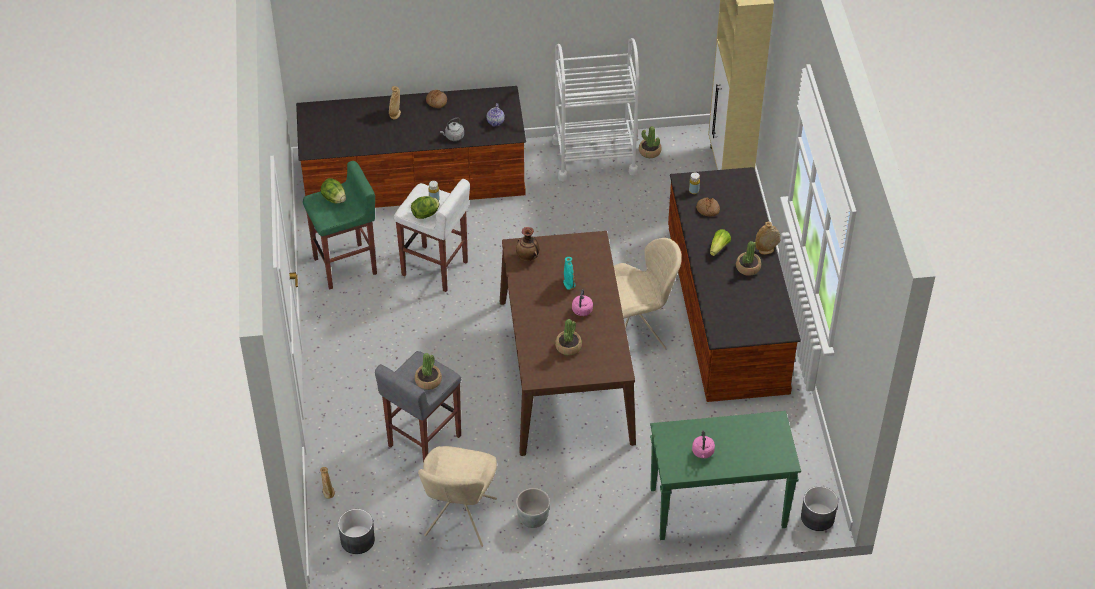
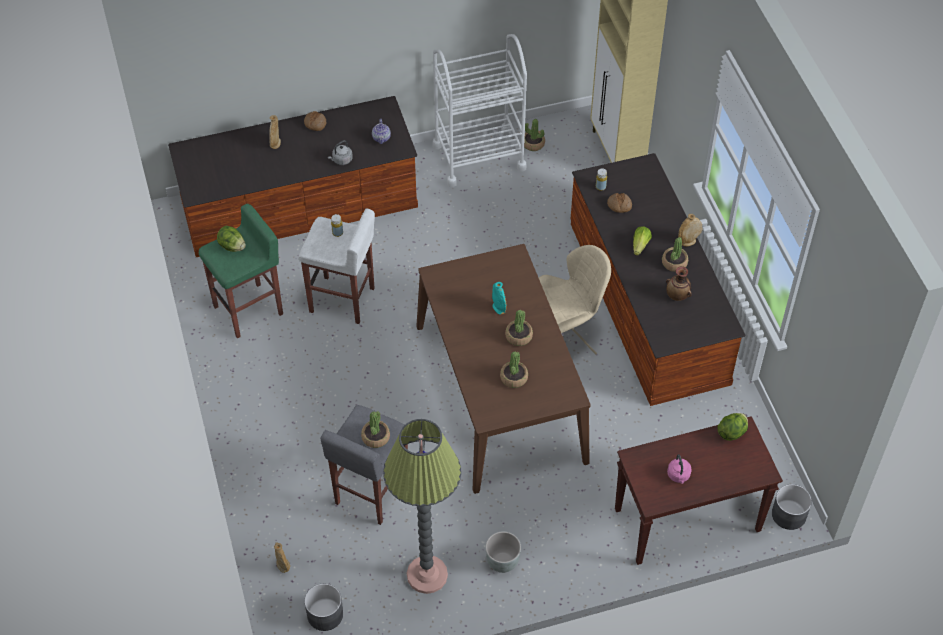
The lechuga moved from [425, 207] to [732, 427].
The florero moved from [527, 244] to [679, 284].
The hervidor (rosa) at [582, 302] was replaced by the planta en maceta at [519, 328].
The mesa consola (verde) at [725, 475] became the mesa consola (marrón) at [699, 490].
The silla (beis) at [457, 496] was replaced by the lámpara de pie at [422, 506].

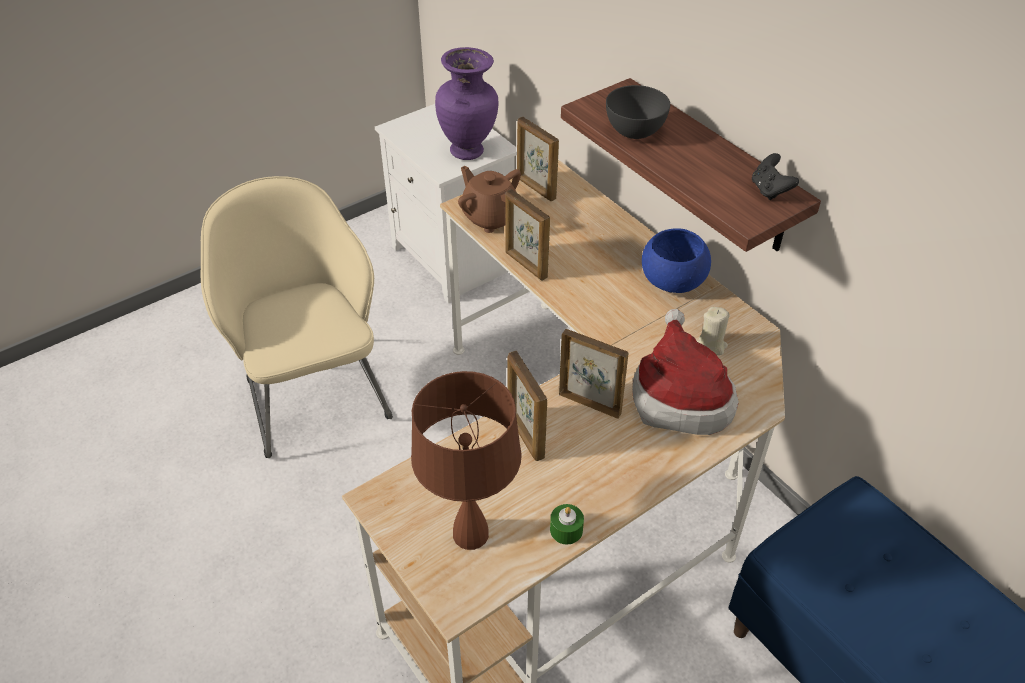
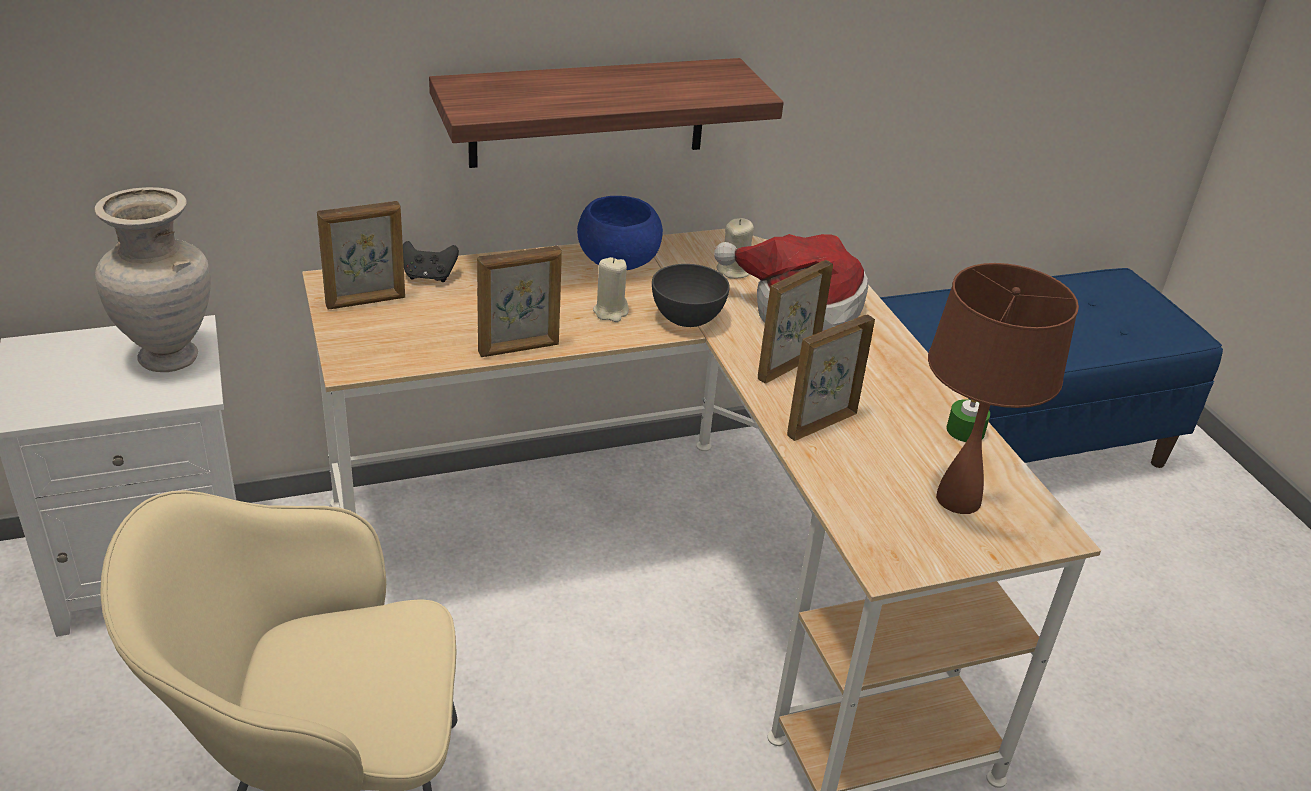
The florero (morado) at [466, 103] became the florero (beis) at [152, 279].
The cuenco (gris) moved from [638, 112] to [691, 295].
The mando de consola (negro) moved from [775, 176] to [431, 261].
The tetera (marrón) at [489, 199] disappeared.
The portarretratos at [527, 406] turned 150 degrees clockwise.
The vela (beis) at [611, 289] appeared.

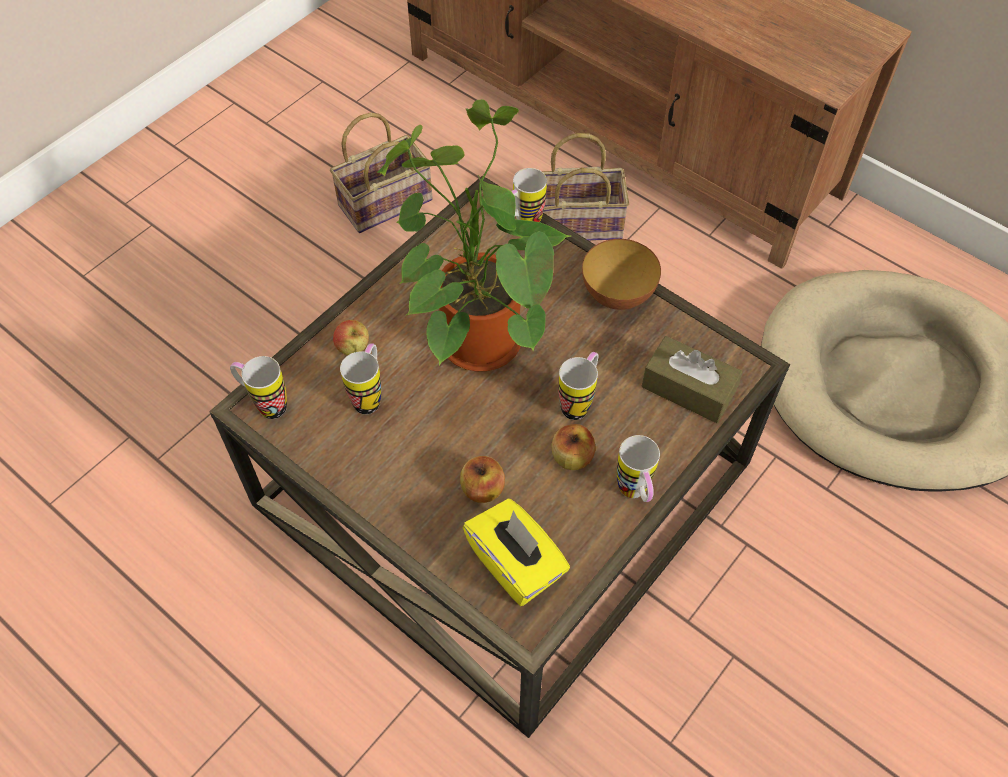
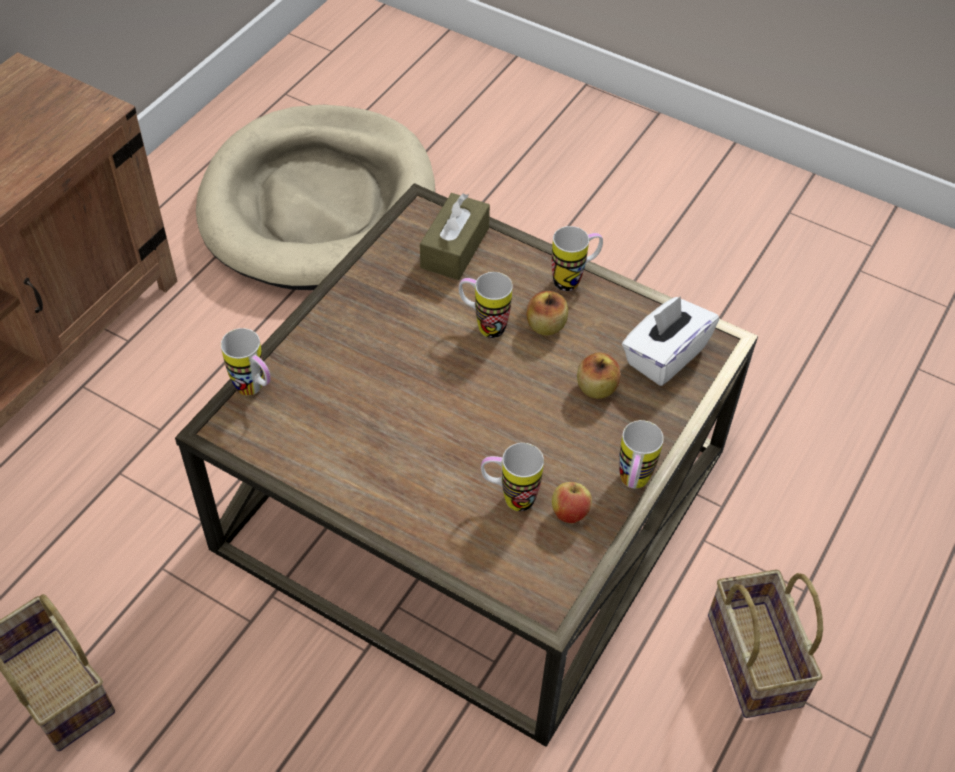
The planta en maceta at [474, 235] disappeared.
The cesta moved from [585, 187] to [765, 644].
The cuenco at [621, 274] disappeared.
The manzana moved from [351, 337] to [572, 500].
The taza grande moved from [258, 387] to [641, 454].
The caja de pañuelos (amarillo) at [516, 552] became the caja de pañuelos (blanco) at [670, 341].

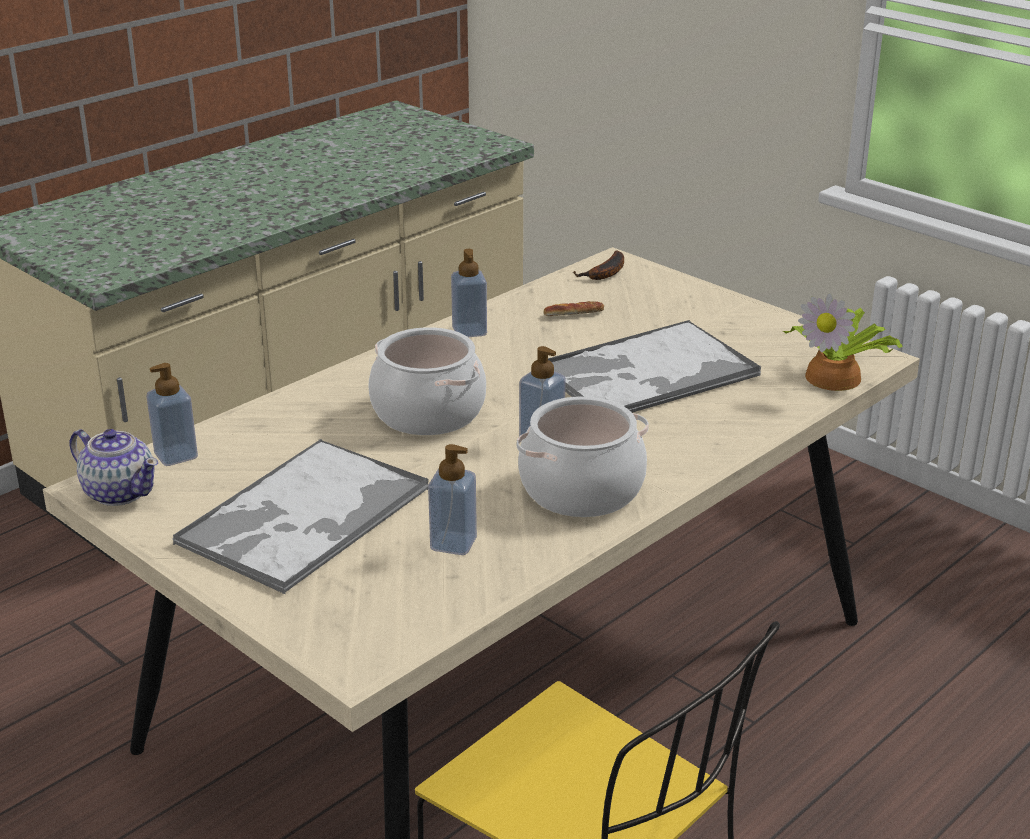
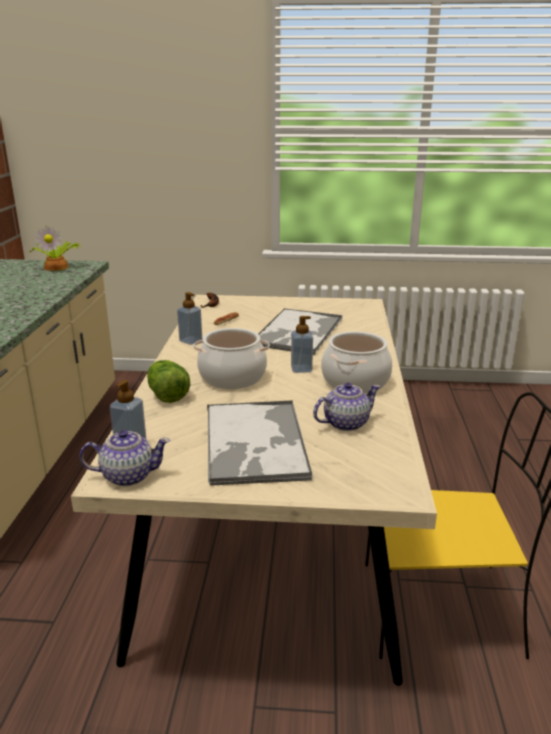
The planta en maceta moved from [843, 342] to [55, 248].
The dispensador de jabón at [452, 499] was replaced by the tetera at [346, 406].
The lechuga at [168, 381] appeared.

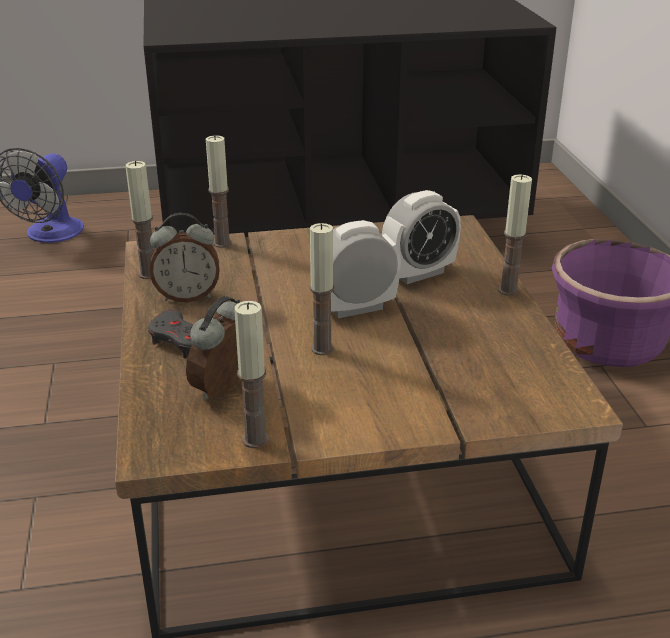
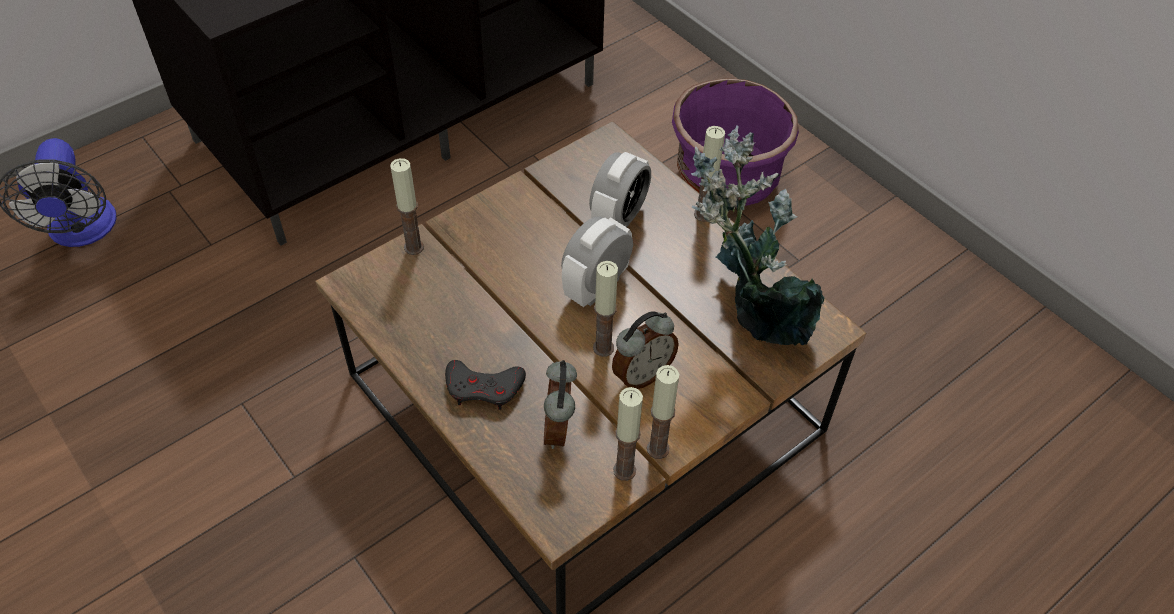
The vela moved from [139, 220] to [663, 412].
The despertador moved from [185, 257] to [645, 350].
The planta en maceta at [757, 235] appeared.

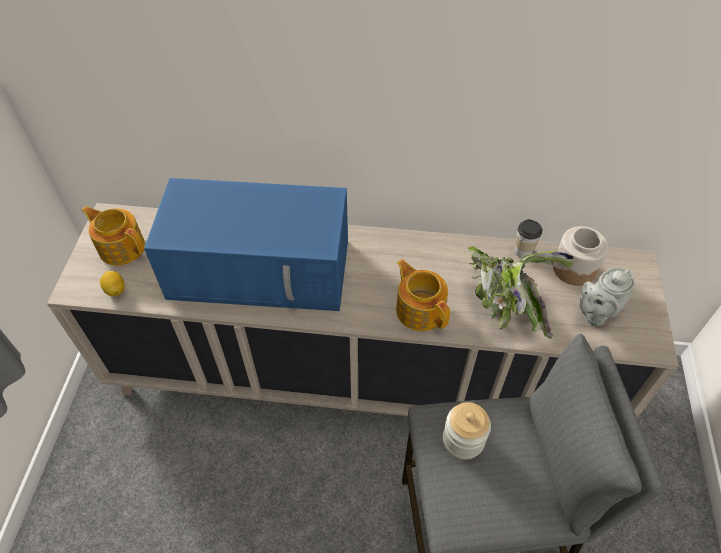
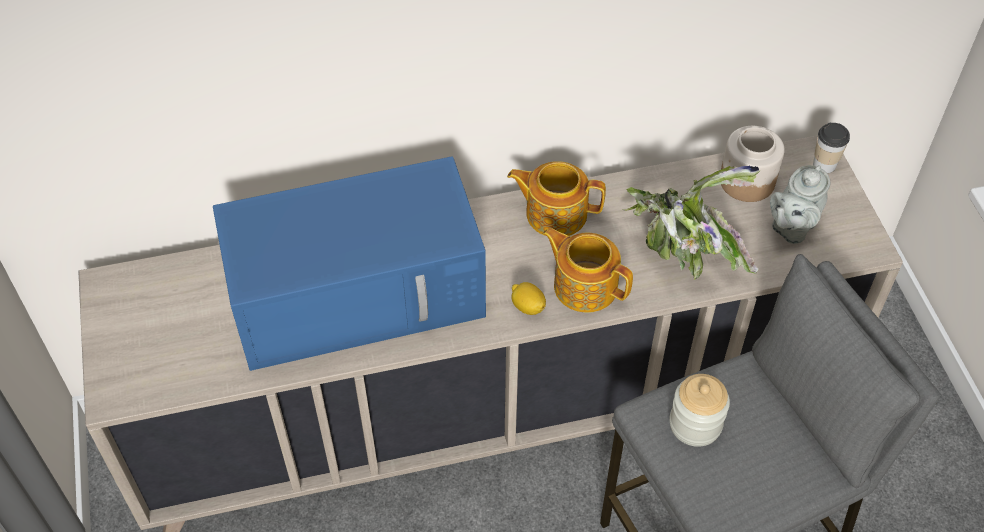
The tetera moved from [113, 235] to [556, 198].
The taza moved from [528, 238] to [831, 148].
The limón moved from [112, 283] to [528, 298].

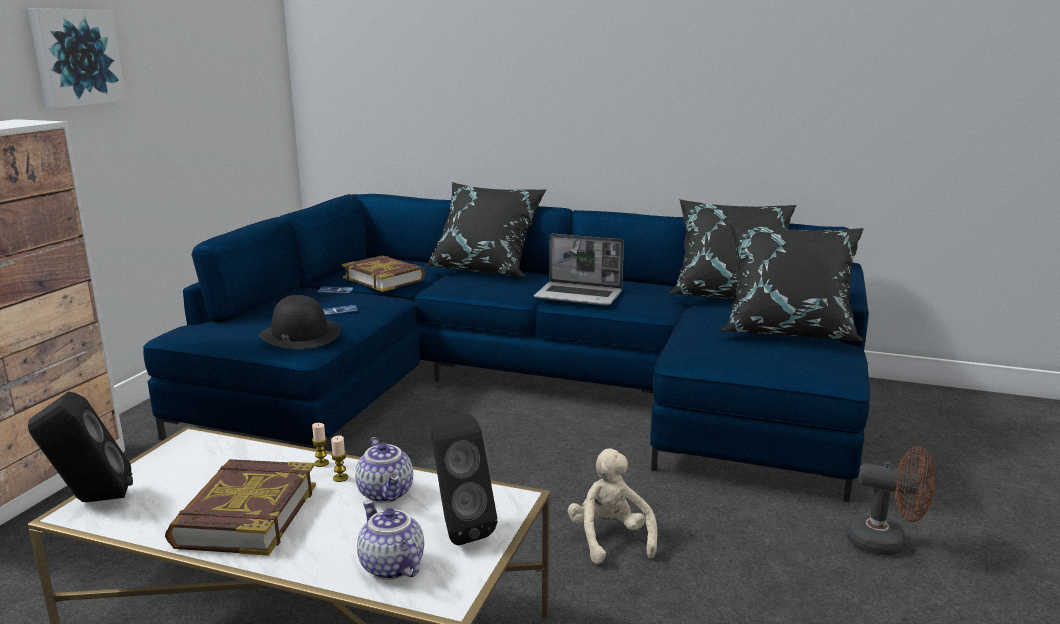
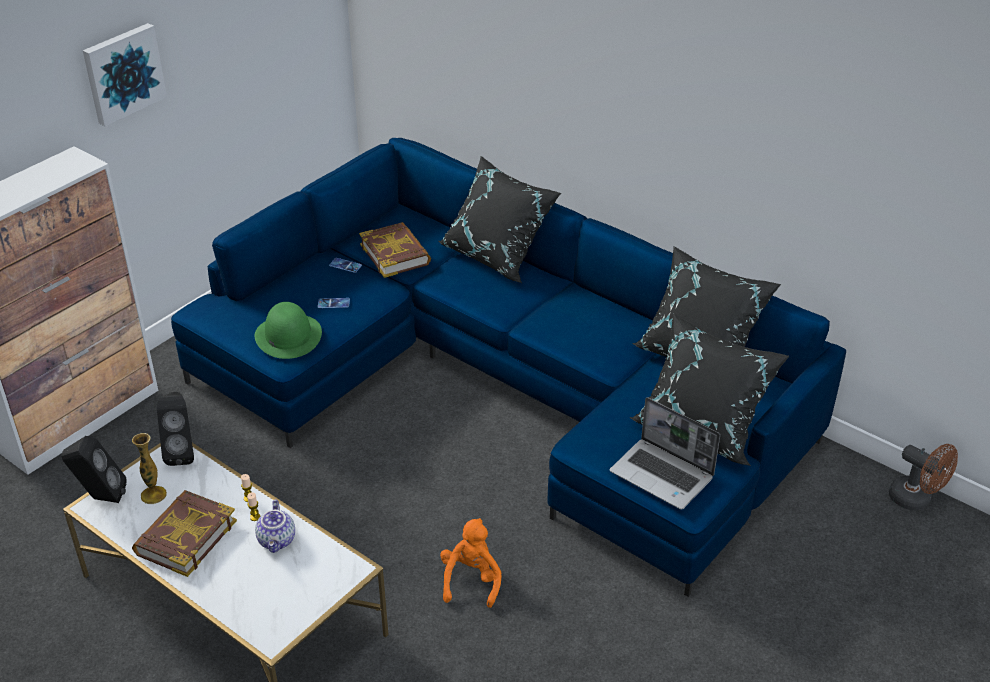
The portátil moved from [579, 270] to [665, 453].
The sombrero (negro) at [300, 322] became the sombrero (verde) at [288, 330].
The altavoz (negro) moved from [464, 479] to [175, 429].
The ventilador (marrón) moved from [891, 501] to [923, 477].
The peluche (beis) at [612, 506] became the peluche (naranja) at [471, 563].
The tetera at [390, 540] disappeared.
The florero at [149, 468] appeared.

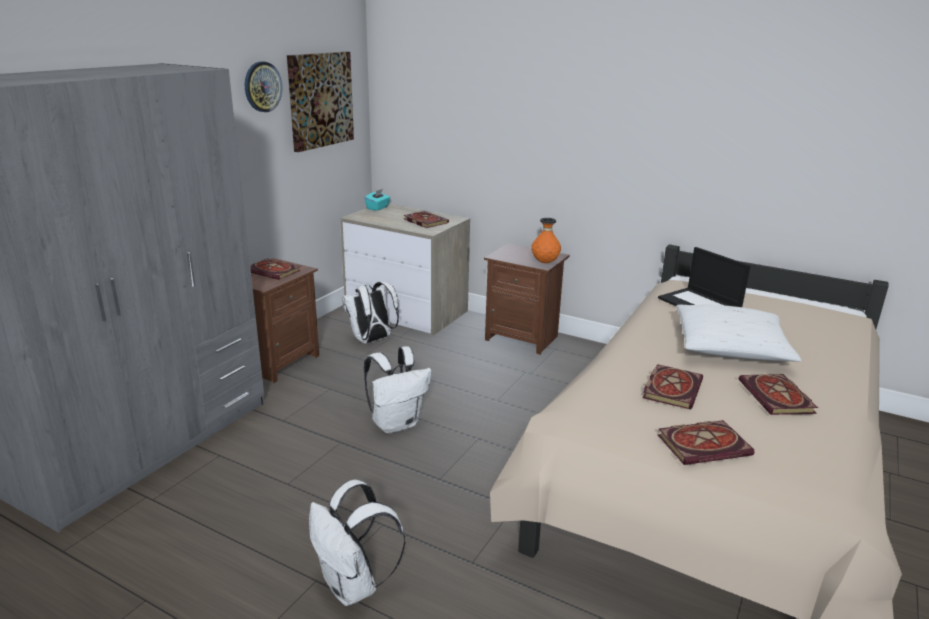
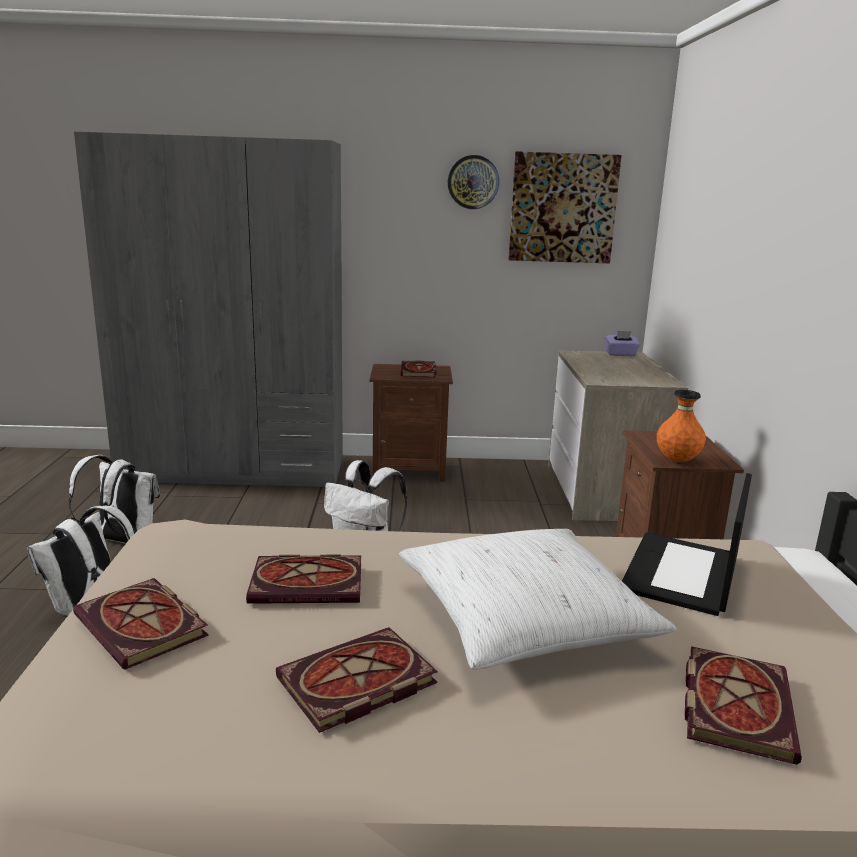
The caja de pañuelos (turquesa) at [377, 200] became the caja de pañuelos (morado) at [622, 343].
The libro moved from [426, 219] to [743, 705].
The mochila (blanco) moved from [370, 313] to [114, 499].

